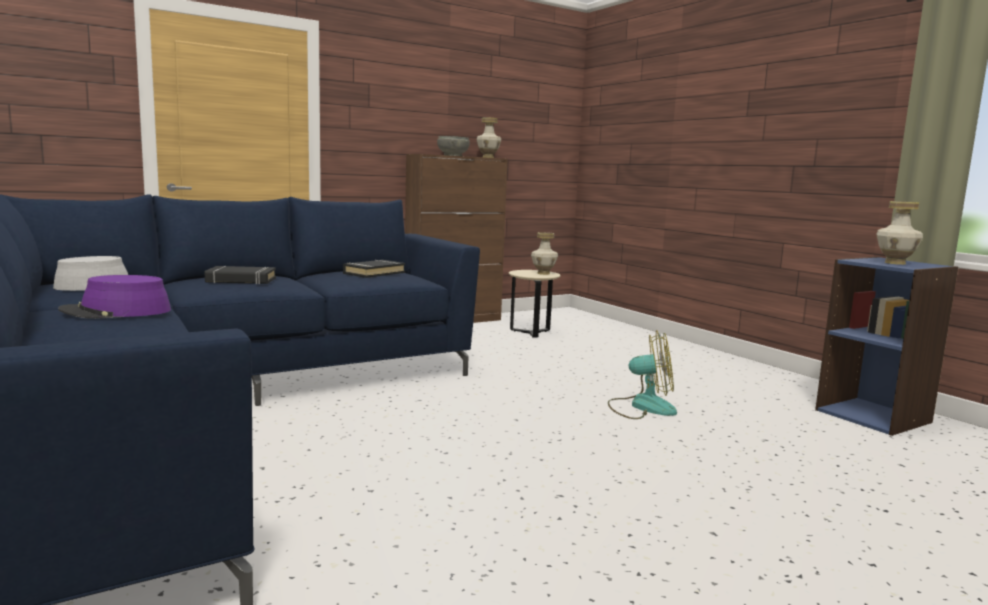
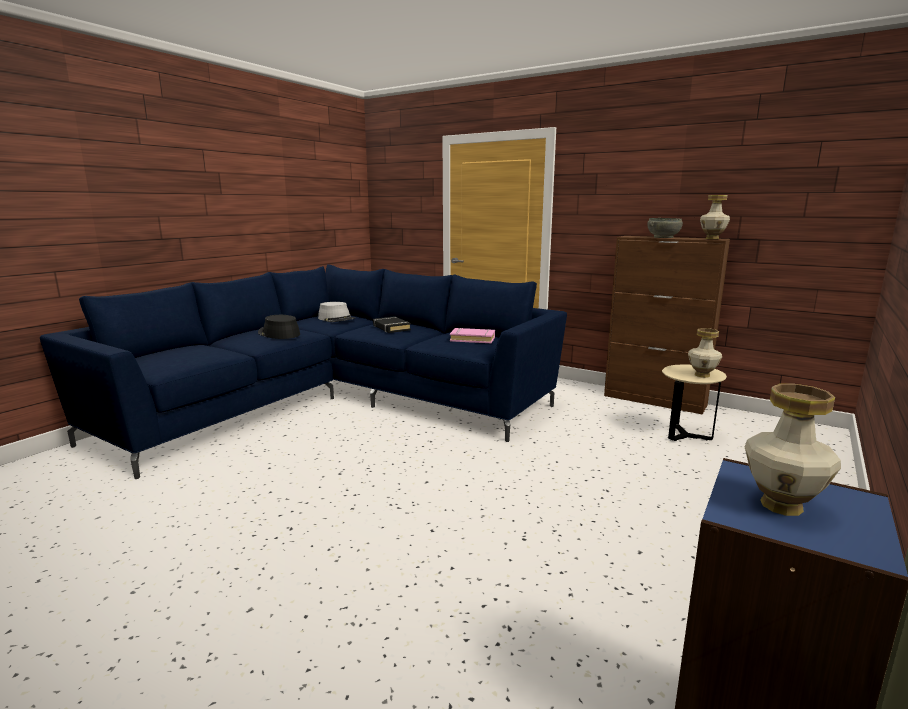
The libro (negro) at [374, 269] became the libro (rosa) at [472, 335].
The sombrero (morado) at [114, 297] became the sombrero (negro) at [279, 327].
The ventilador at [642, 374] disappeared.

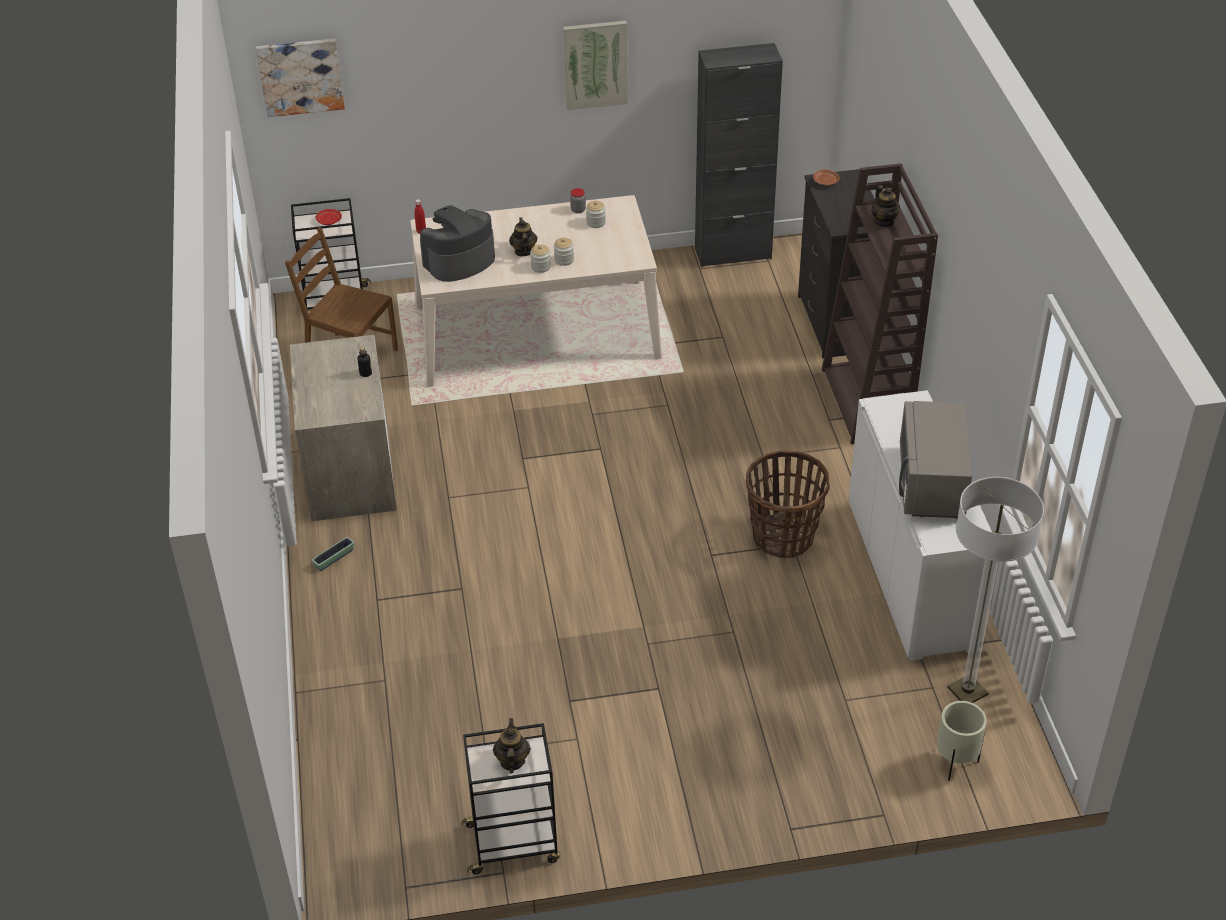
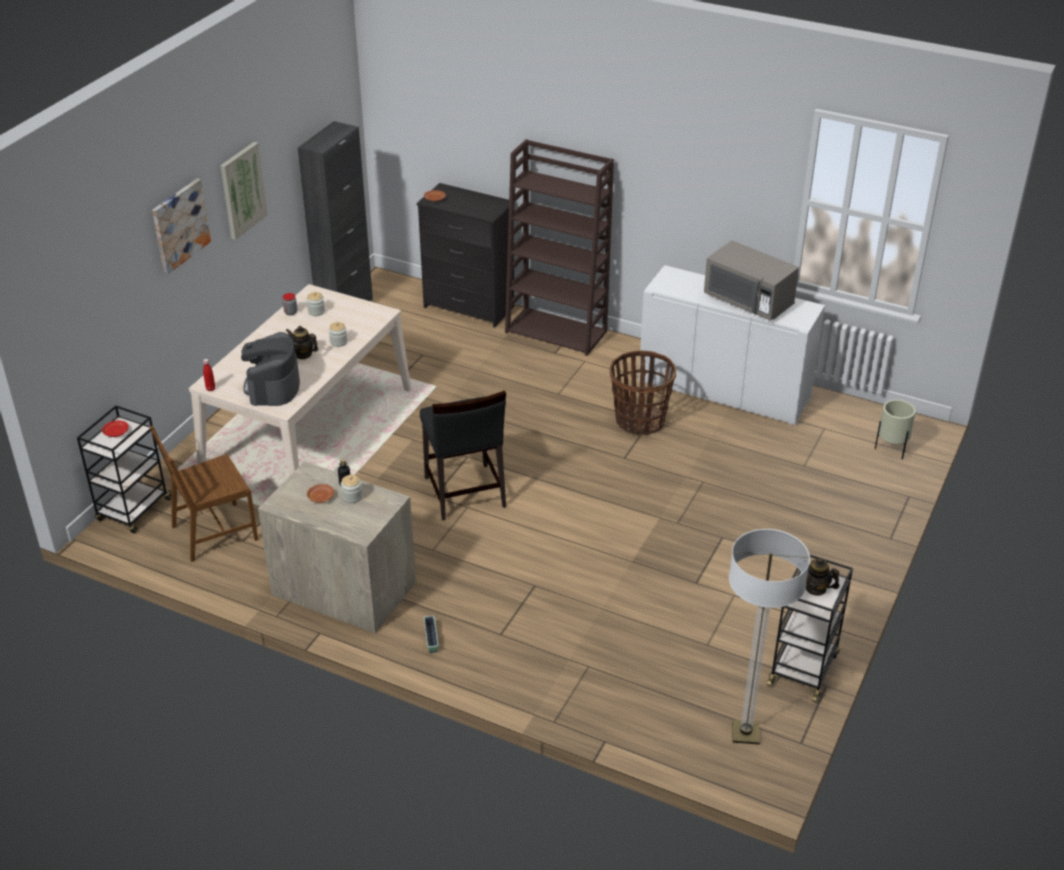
The cuadro moved from [300, 78] to [181, 226].
The tetera at [885, 206] disappeared.
The tarro moved from [540, 258] to [351, 489].
The lámpara de pie moved from [995, 590] to [769, 637].
The silla (negro) at [463, 456] appeared.
The plato (marrón) at [320, 493] appeared.

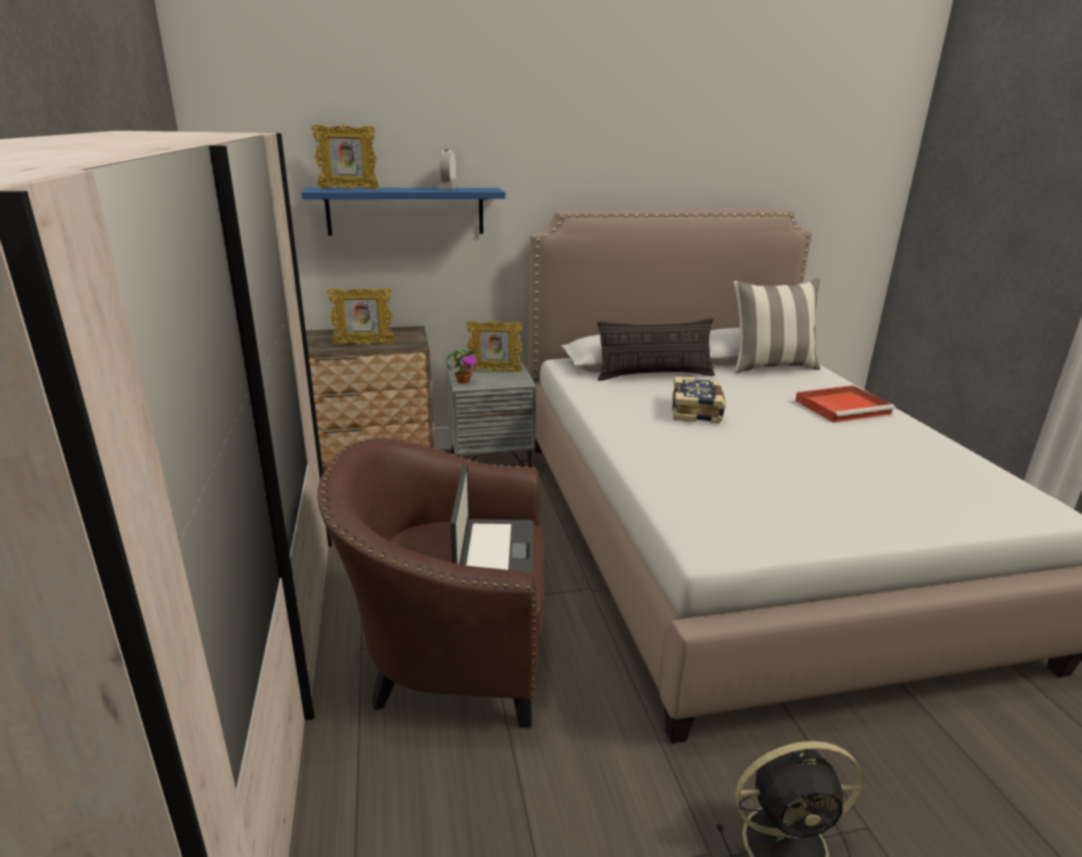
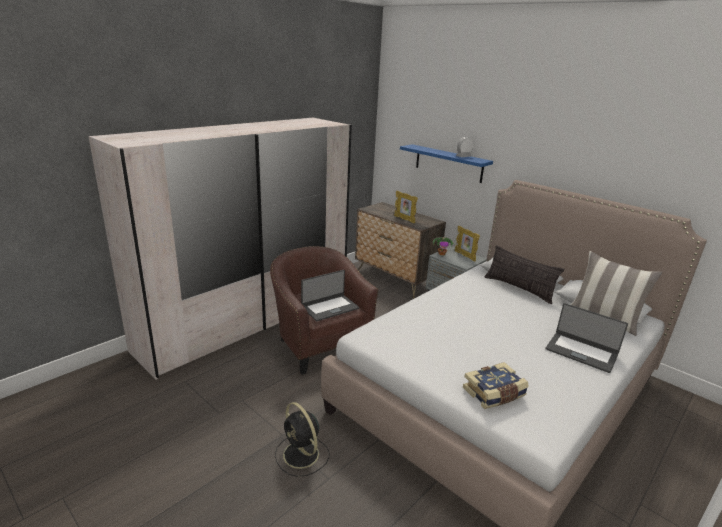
The portarretratos at [345, 157] disappeared.
The libro moved from [699, 400] to [496, 385].
The bandeja (rojo) at [845, 404] was replaced by the portátil at [586, 338].

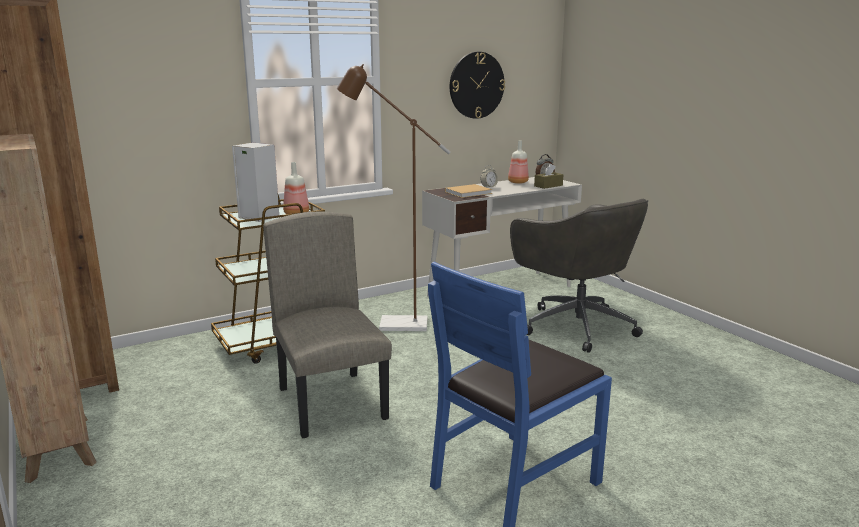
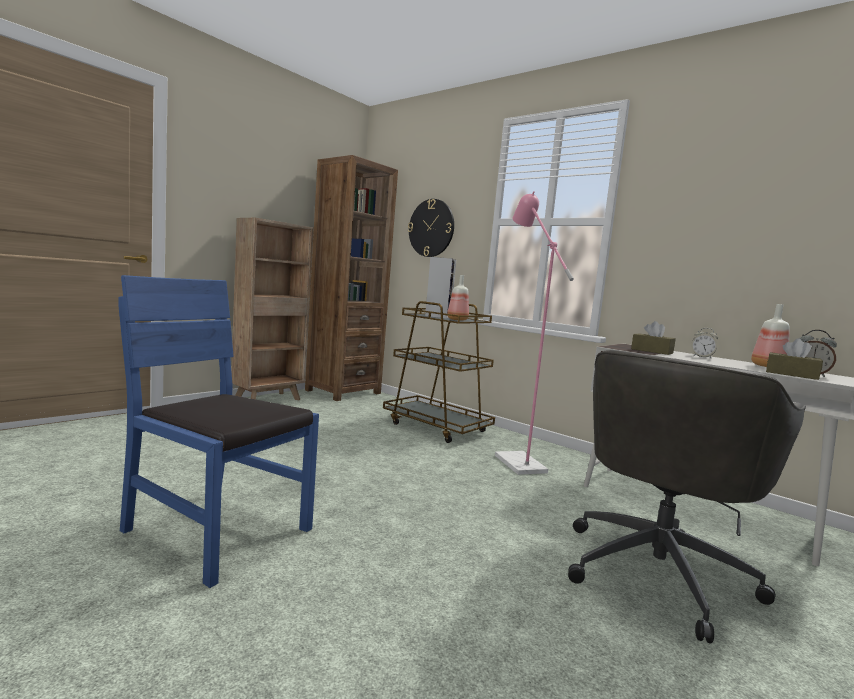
The reloj de pared moved from [477, 85] to [431, 228].
The lámpara de pie (marrón) at [393, 197] became the lámpara de pie (rosa) at [534, 333].
The libro (beis) at [468, 191] was replaced by the caja de pañuelos (marrón) at [653, 338].
The silla (beis) at [327, 324] disappeared.

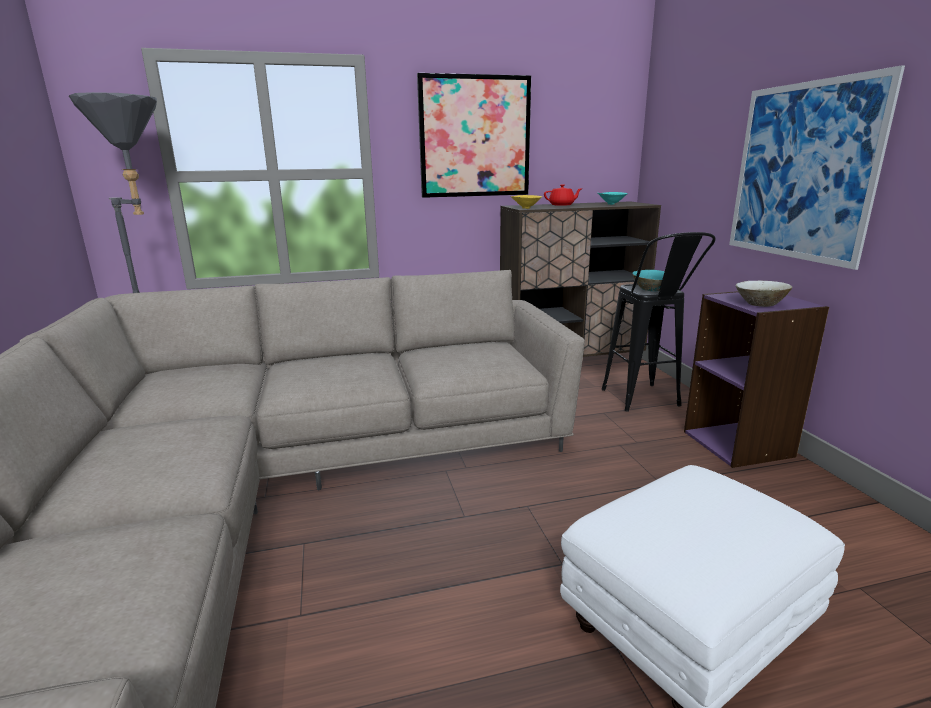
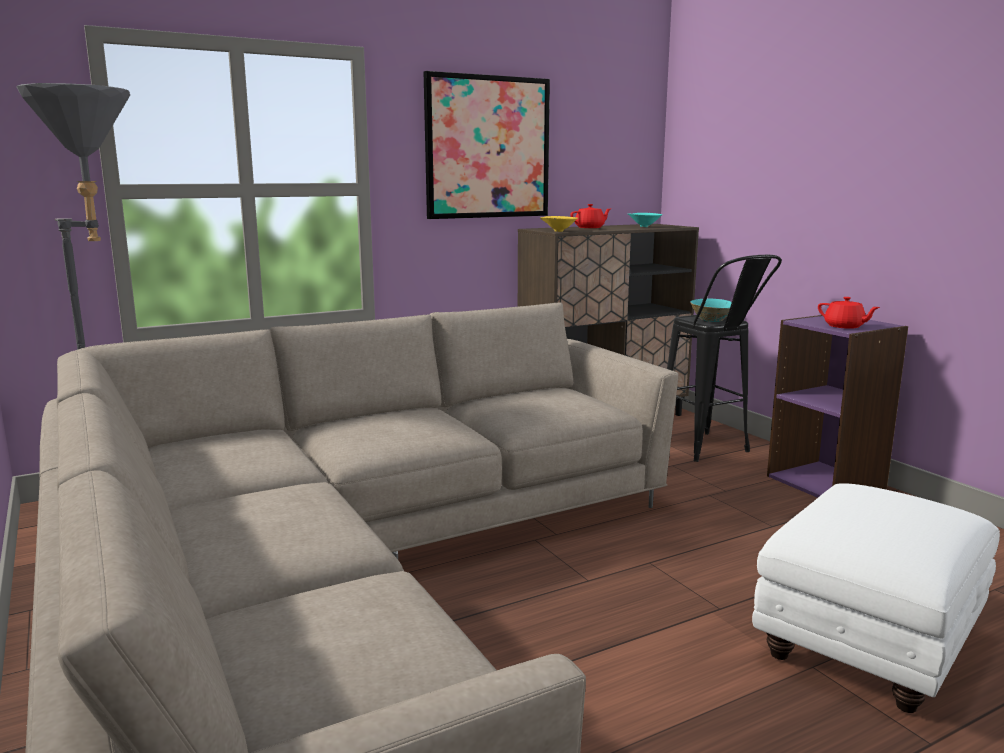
The cuadro at [817, 167] disappeared.
The cuenco (beis) at [764, 294] was replaced by the tetera (rojo) at [849, 313].

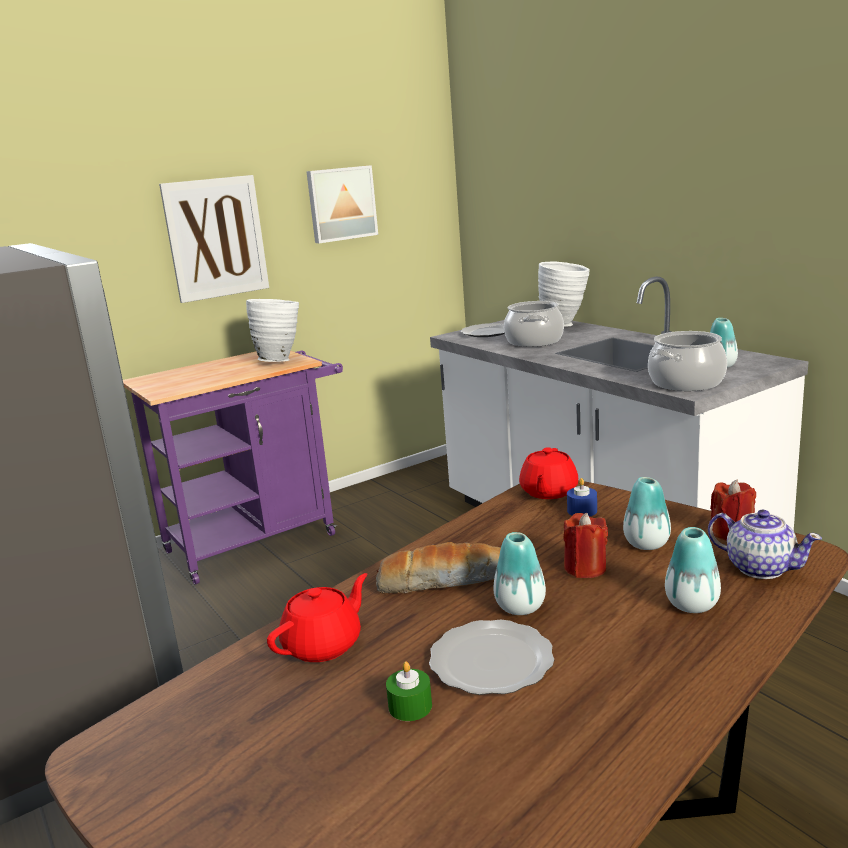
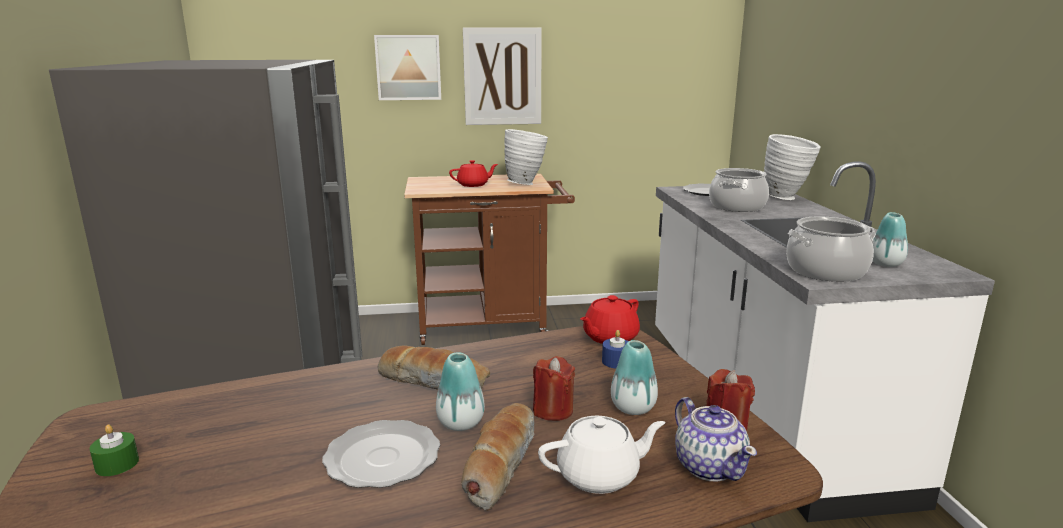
The cuadro moved from [342, 204] to [407, 67].
The carrito (morado) at [233, 467] became the carrito (marrón) at [489, 259].
The florero at [693, 570] was replaced by the tetera (blanco) at [601, 455].
The tetera (rojo) moved from [317, 617] to [473, 173].
The vela (verde) moved from [409, 691] to [114, 450].
The pan at [498, 457] appeared.

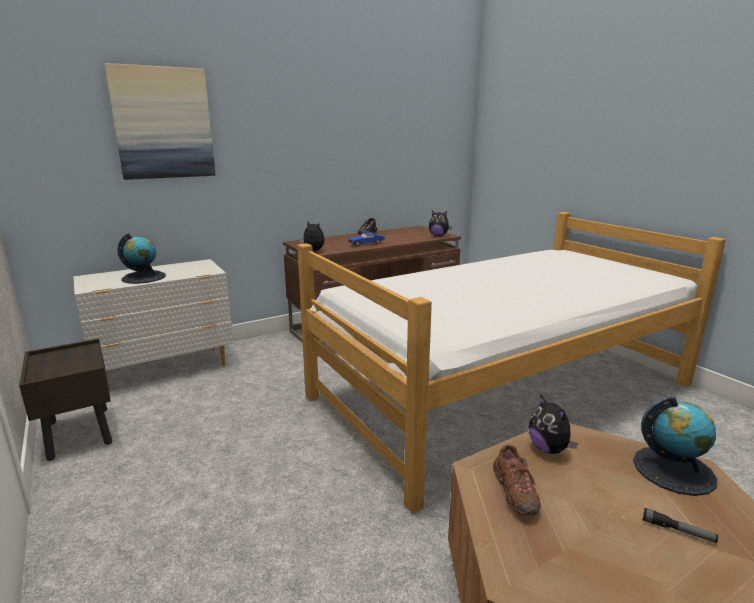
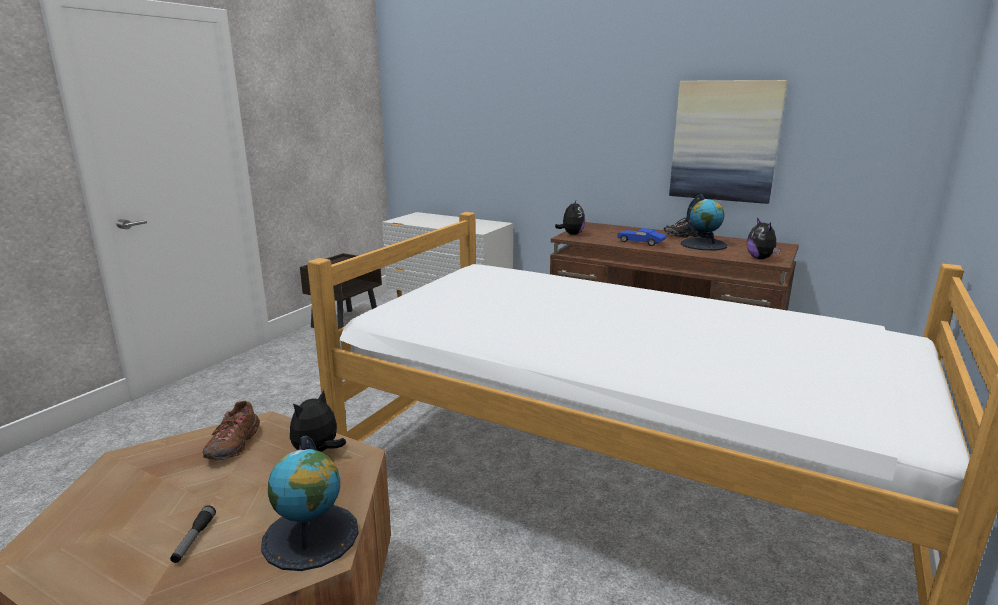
The cuadro moved from [160, 121] to [728, 142].
The globo terráqueo moved from [141, 258] to [704, 222].
The zapato (marrón) at [517, 480] turned 45 degrees counterclockwise.

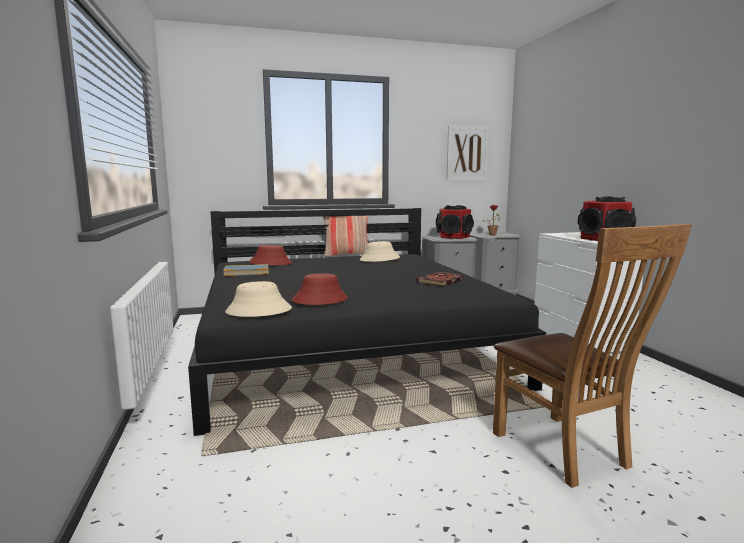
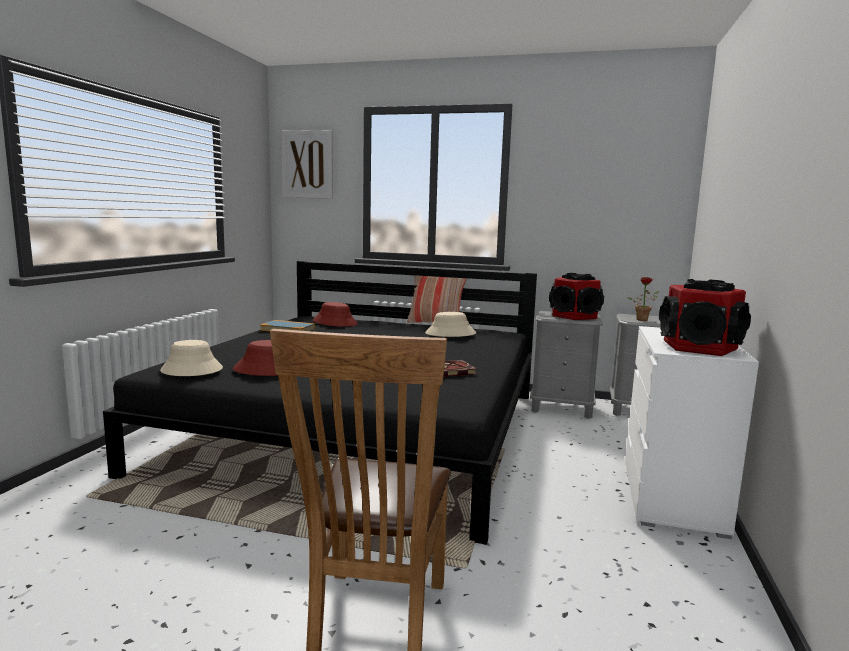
The cuadro moved from [467, 153] to [307, 164].

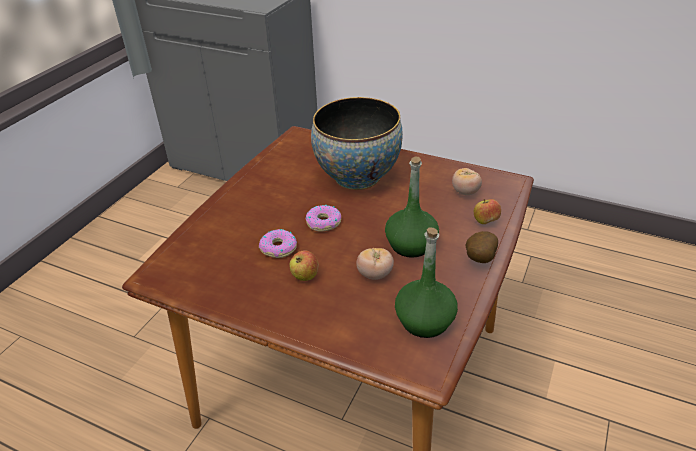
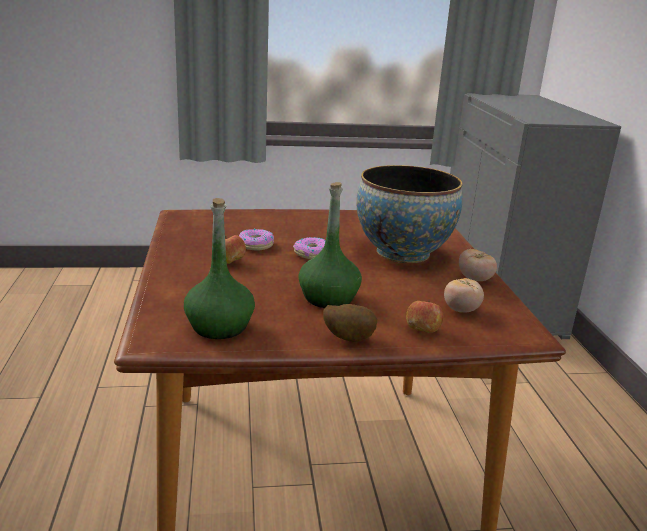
The tomate moved from [375, 264] to [478, 265].

